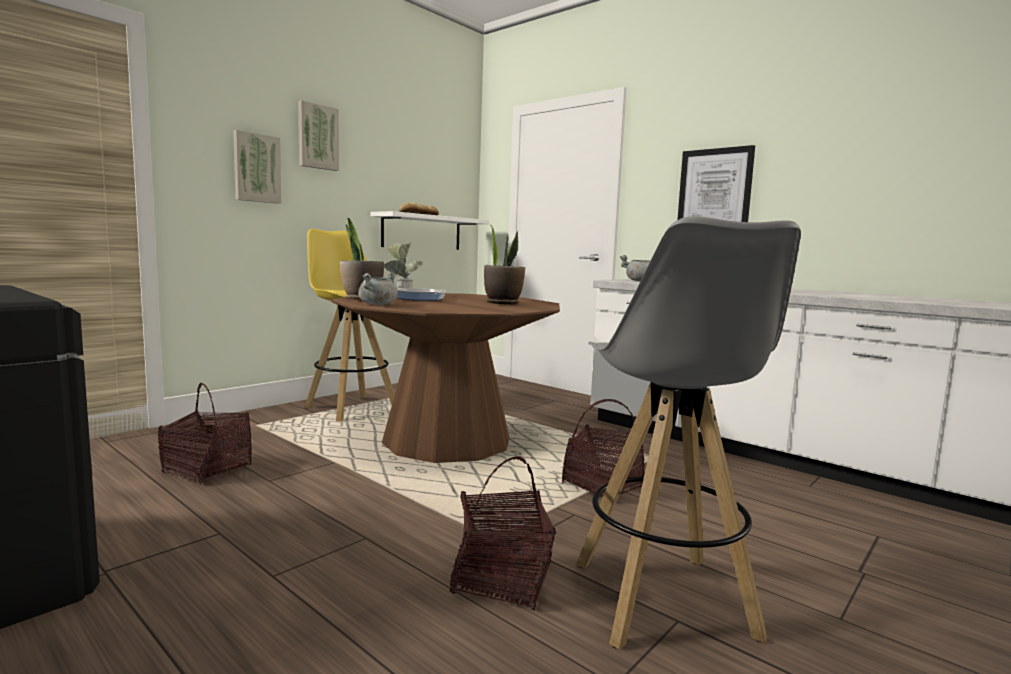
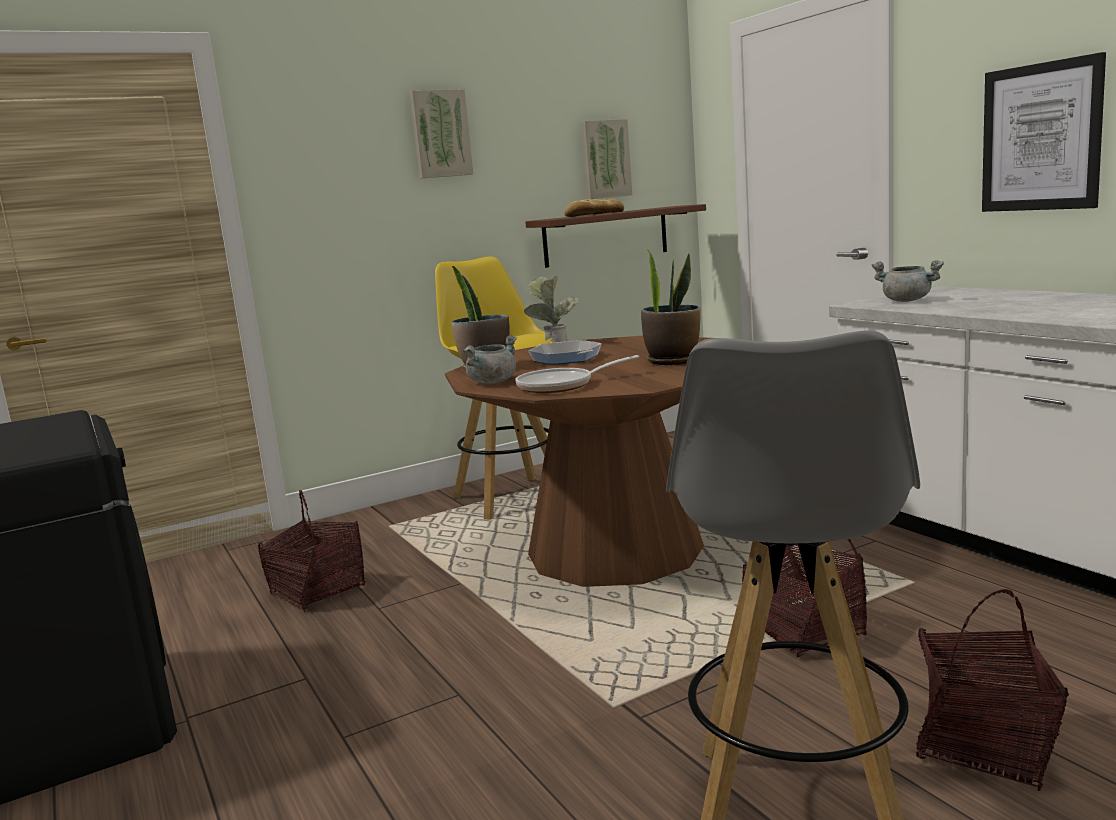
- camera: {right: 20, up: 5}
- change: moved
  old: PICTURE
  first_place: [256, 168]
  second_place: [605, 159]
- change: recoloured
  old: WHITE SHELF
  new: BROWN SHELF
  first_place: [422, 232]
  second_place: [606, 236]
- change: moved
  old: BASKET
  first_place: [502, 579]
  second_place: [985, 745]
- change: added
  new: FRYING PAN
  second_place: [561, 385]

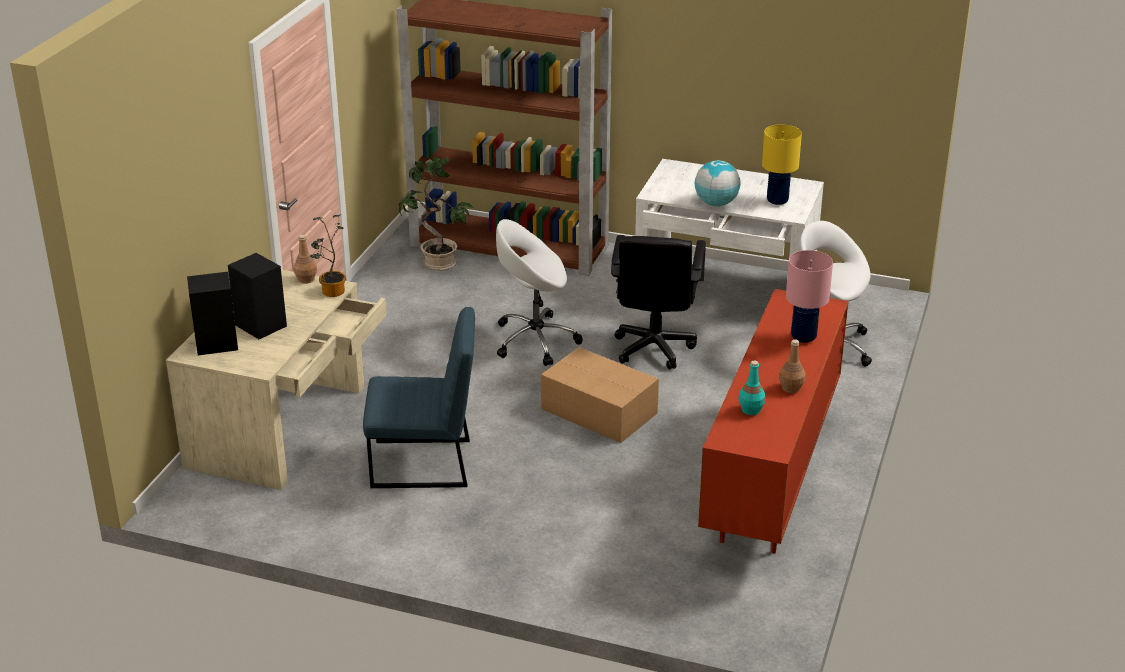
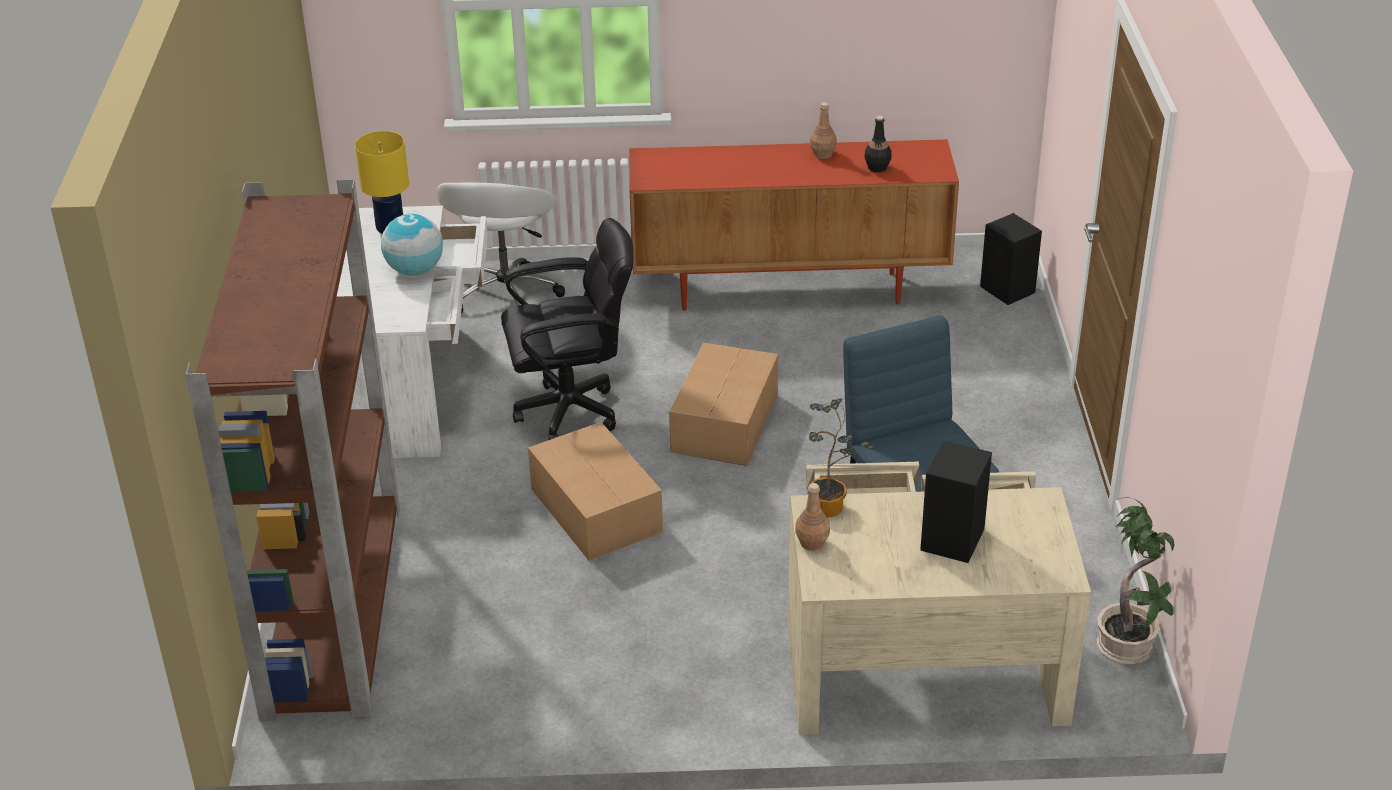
- camera: {right: -110, up: 5}
- change: moved
  old: BLACK SPEAKER
  first_place: [215, 343]
  second_place: [1008, 290]
- change: moved
  old: POTTED PLANT
  first_place: [438, 263]
  second_place: [1127, 646]
- change: replaced
  old: WHITE OFFICE CHAIR
  new: CARDBOARD BOX
  first_place: [533, 340]
  second_place: [596, 511]
- change: recoloured
  old: TURQUOISE BOTTLE
  new: BLACK BOTTLE
  first_place: [751, 410]
  second_place: [877, 168]
- change: removed
  old: PINK TABLE LAMP
  first_place: [803, 338]

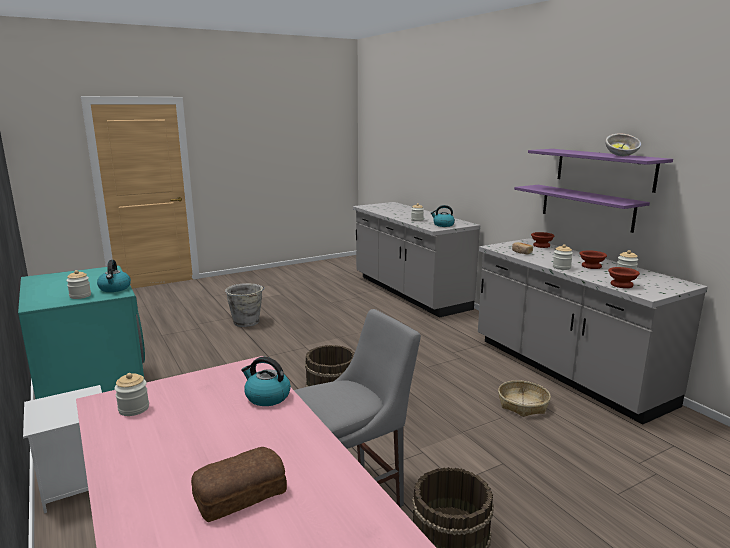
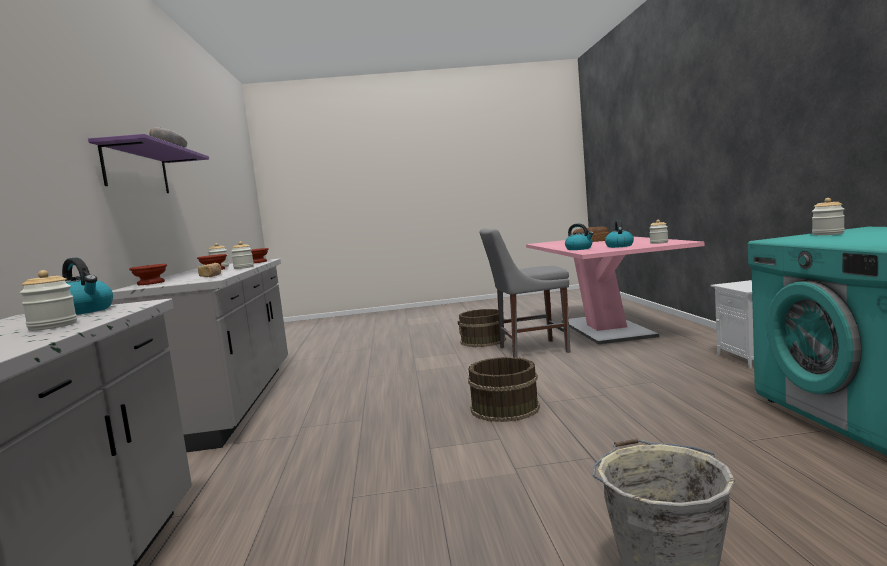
- camera: {right: -155, up: -10}
- change: moved
  old: KETTLE
  first_place: [115, 288]
  second_place: [619, 246]
- change: removed
  old: BASKET
  first_place: [522, 405]
- change: removed
  old: PURPLE SHELF
  first_place: [586, 207]

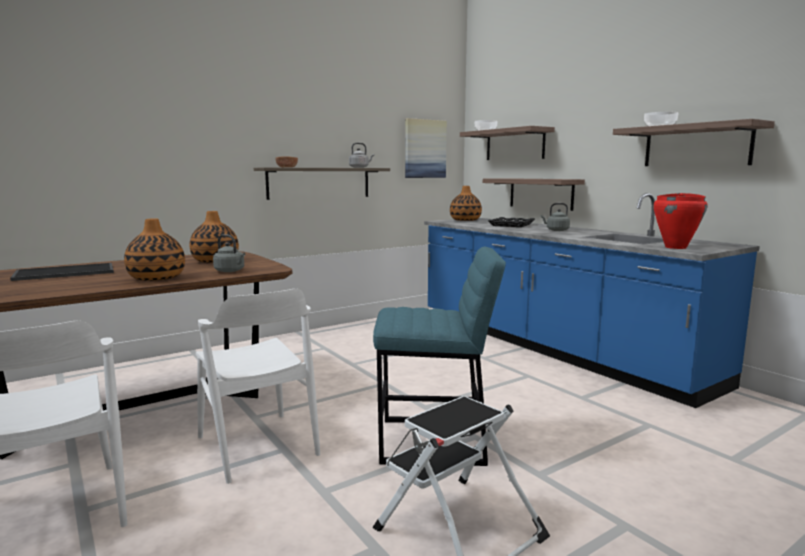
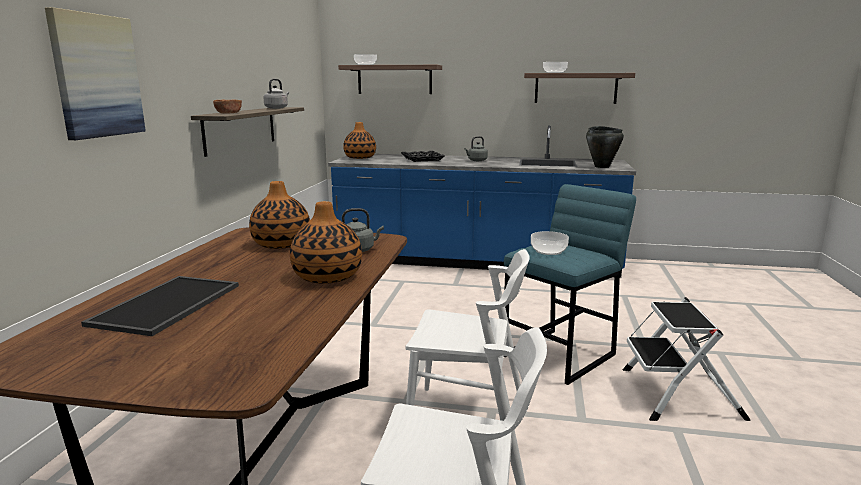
- camera: {right: -45, up: 5}
- change: moved
  old: PICTURE
  first_place: [425, 149]
  second_place: [97, 76]
- change: removed
  old: SHELF
  first_place: [541, 193]
- change: recoloured
  old: RED COOKING POT
  new: BLACK COOKING POT
  first_place: [676, 247]
  second_place: [602, 167]
- change: added
  new: BOWL
  second_place: [549, 251]

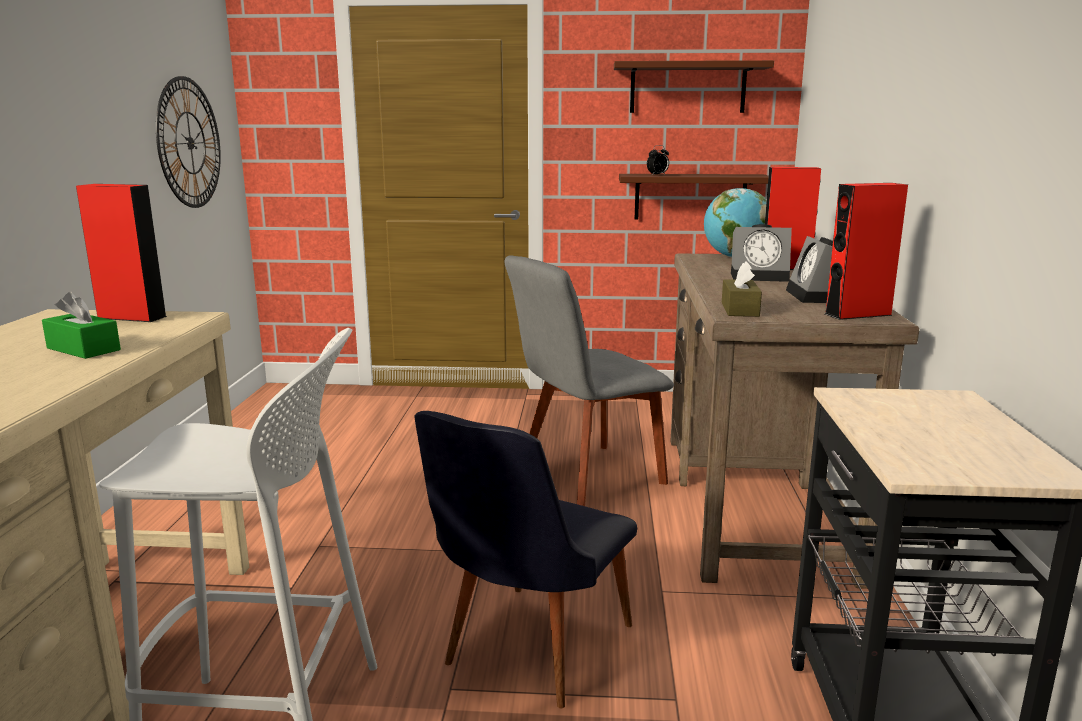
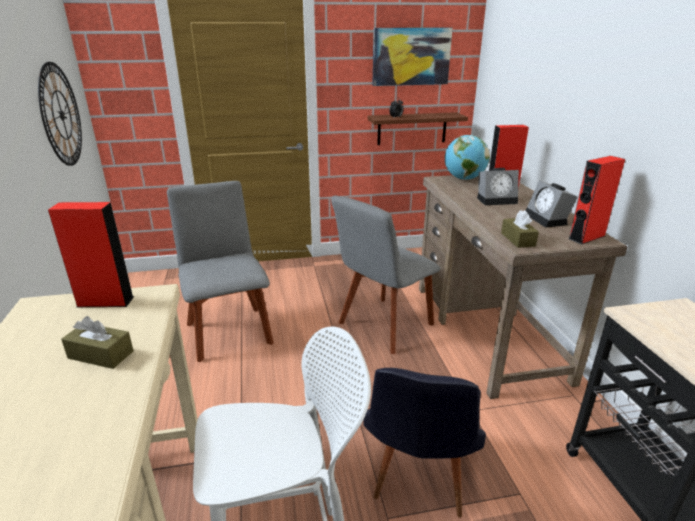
- camera: {right: -15, up: 10}
- change: recoloured
  old: GREEN TISSUE BOX
  new: BROWN TISSUE BOX
  first_place: [83, 349]
  second_place: [101, 355]
- change: replaced
  old: BROWN SHELF
  new: PICTURE
  first_place: [687, 88]
  second_place: [411, 56]
- change: added
  new: GREY CHAIR
  second_place: [228, 330]

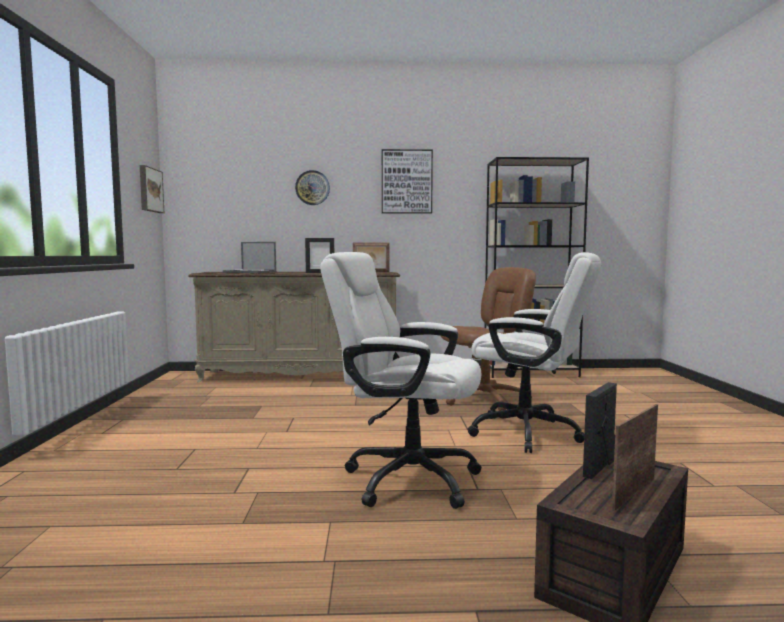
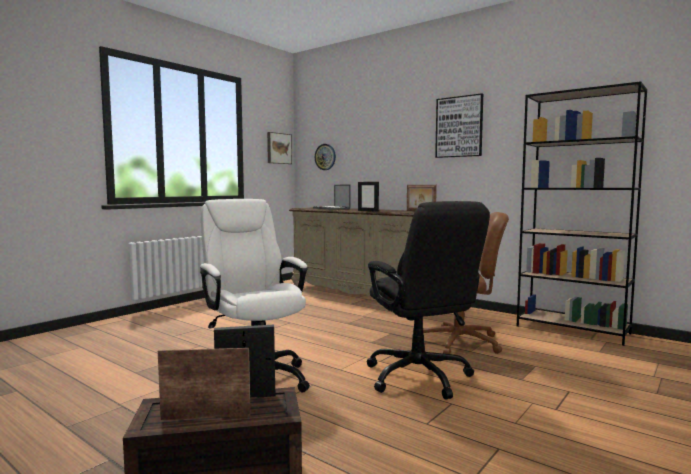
- camera: {right: 40, up: 0}
- change: moved
  old: WALL CLOCK
  first_place: [312, 187]
  second_place: [325, 157]
- change: recoloured
  old: WHITE OFFICE CHAIR
  new: BLACK OFFICE CHAIR
  first_place: [531, 434]
  second_place: [421, 379]

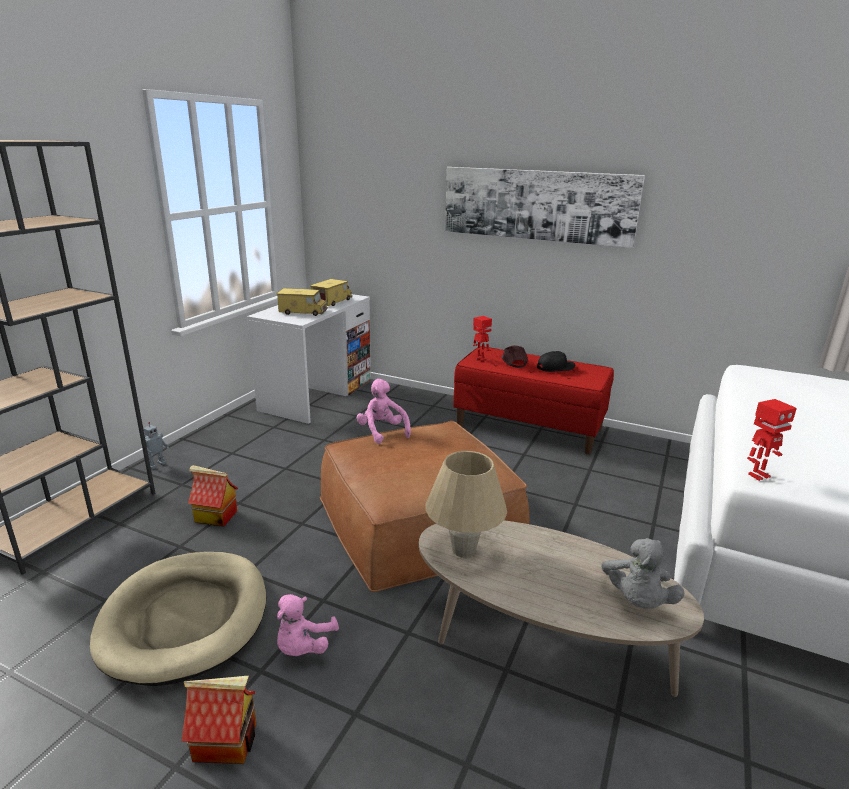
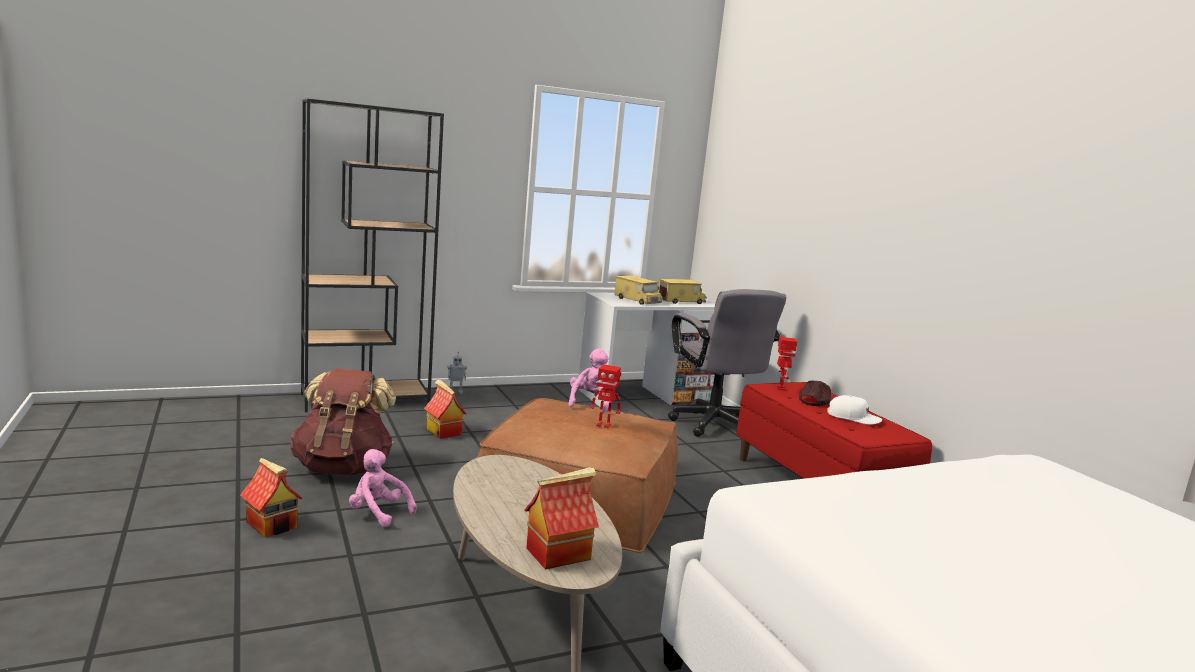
- camera: {right: 40, up: -10}
- change: replaced
  old: BEIGE DOG BED
  new: BROWN BACKPACK
  first_place: [185, 618]
  second_place: [343, 468]
- change: turned
  old: PINK PLUSH TOY
  first_place: [303, 647]
  second_place: [378, 513]
  degrees: 60
- change: removed
  old: BEIGE TABLE LAMP
  first_place: [463, 550]
- change: removed
  old: PICTURE
  first_place: [537, 205]
- change: recoloured
  old: BLACK CAP
  new: WHITE CAP
  first_place: [555, 367]
  second_place: [853, 418]
- change: replaced
  old: GREY PLUSH TOY
  new: TOY HOUSE
  first_place: [637, 600]
  second_place: [558, 553]
- change: moved
  old: TOY ROBOT
  first_place: [758, 475]
  second_place: [603, 425]
- change: added
  new: GREY OFFICE CHAIR
  second_place: [714, 427]

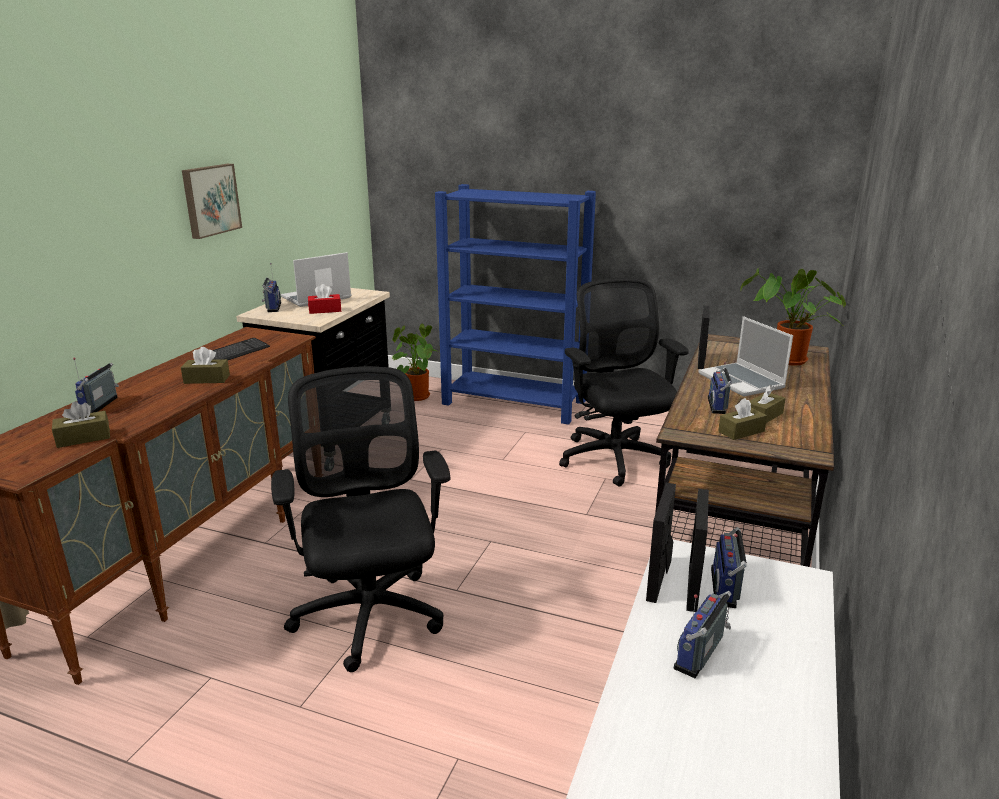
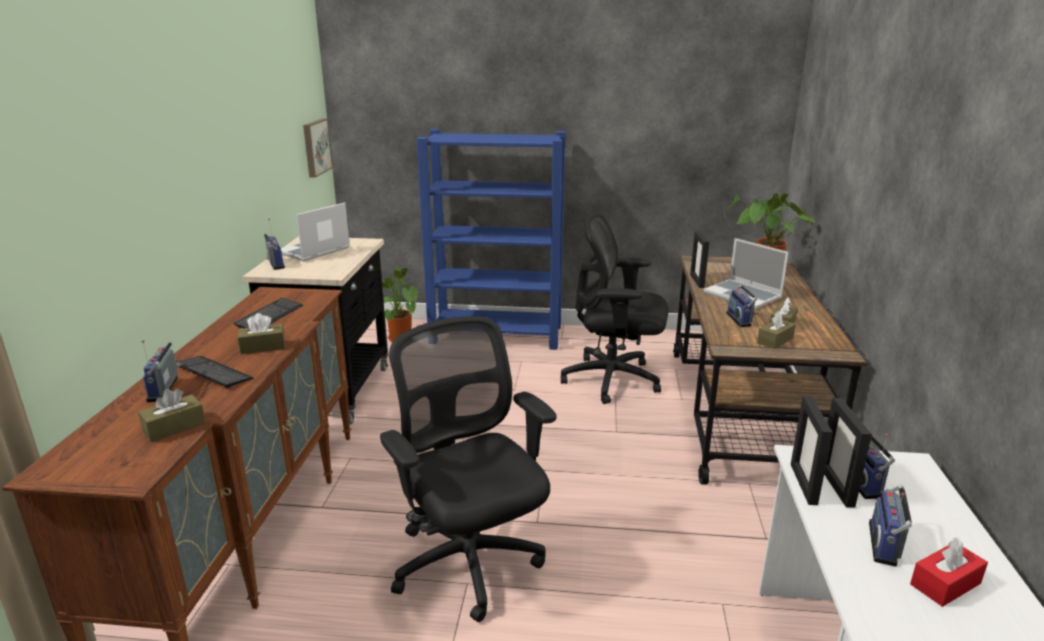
- camera: {right: -15, up: 0}
- change: moved
  old: PICTURE
  first_place: [210, 200]
  second_place: [316, 147]
- change: moved
  old: RED TISSUE BOX
  first_place: [325, 310]
  second_place: [945, 584]
- change: turned
  old: BLACK OFFICE CHAIR
  first_place: [617, 461]
  second_place: [617, 379]
  degrees: -45
- change: added
  new: KEYBOARD
  second_place: [213, 373]

